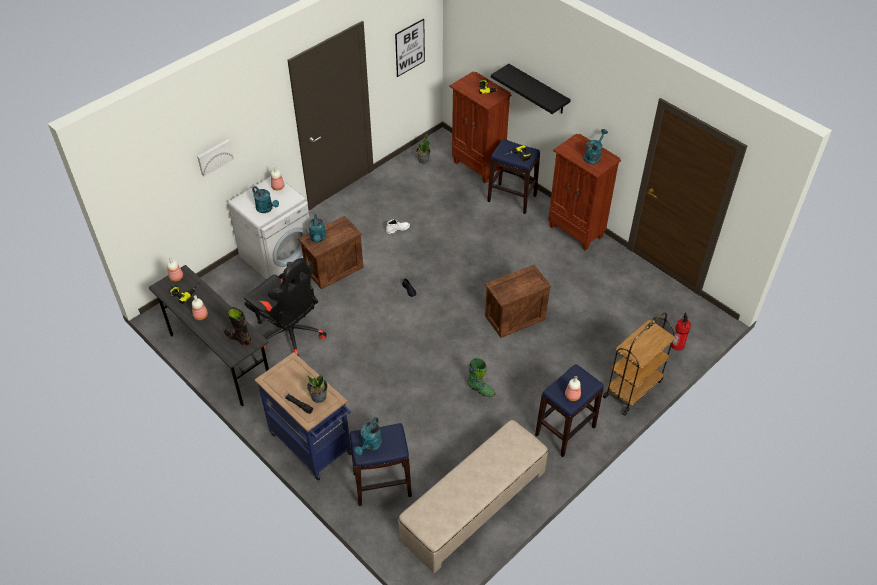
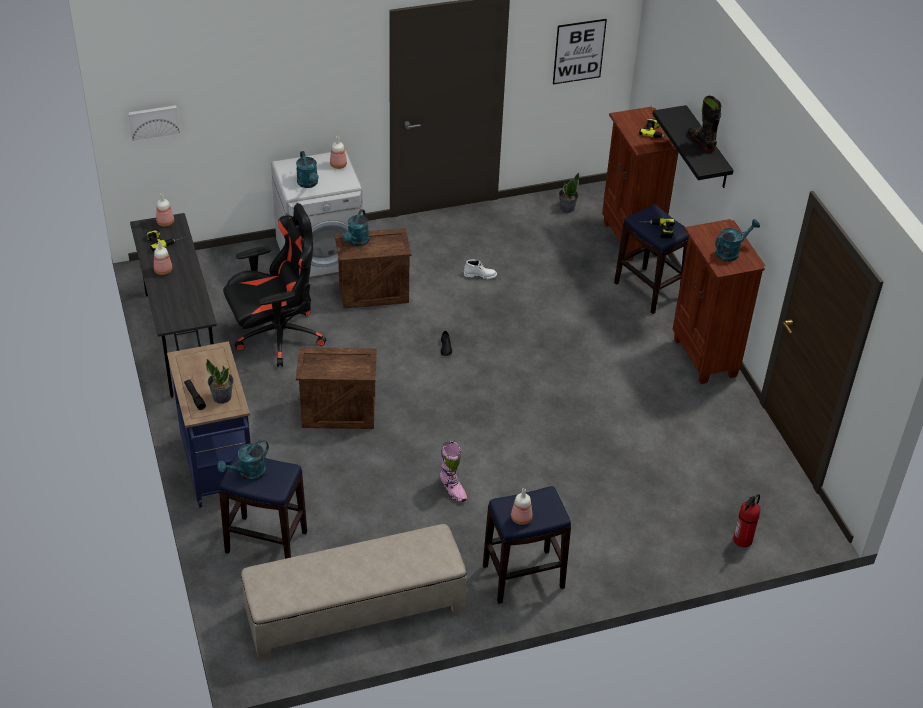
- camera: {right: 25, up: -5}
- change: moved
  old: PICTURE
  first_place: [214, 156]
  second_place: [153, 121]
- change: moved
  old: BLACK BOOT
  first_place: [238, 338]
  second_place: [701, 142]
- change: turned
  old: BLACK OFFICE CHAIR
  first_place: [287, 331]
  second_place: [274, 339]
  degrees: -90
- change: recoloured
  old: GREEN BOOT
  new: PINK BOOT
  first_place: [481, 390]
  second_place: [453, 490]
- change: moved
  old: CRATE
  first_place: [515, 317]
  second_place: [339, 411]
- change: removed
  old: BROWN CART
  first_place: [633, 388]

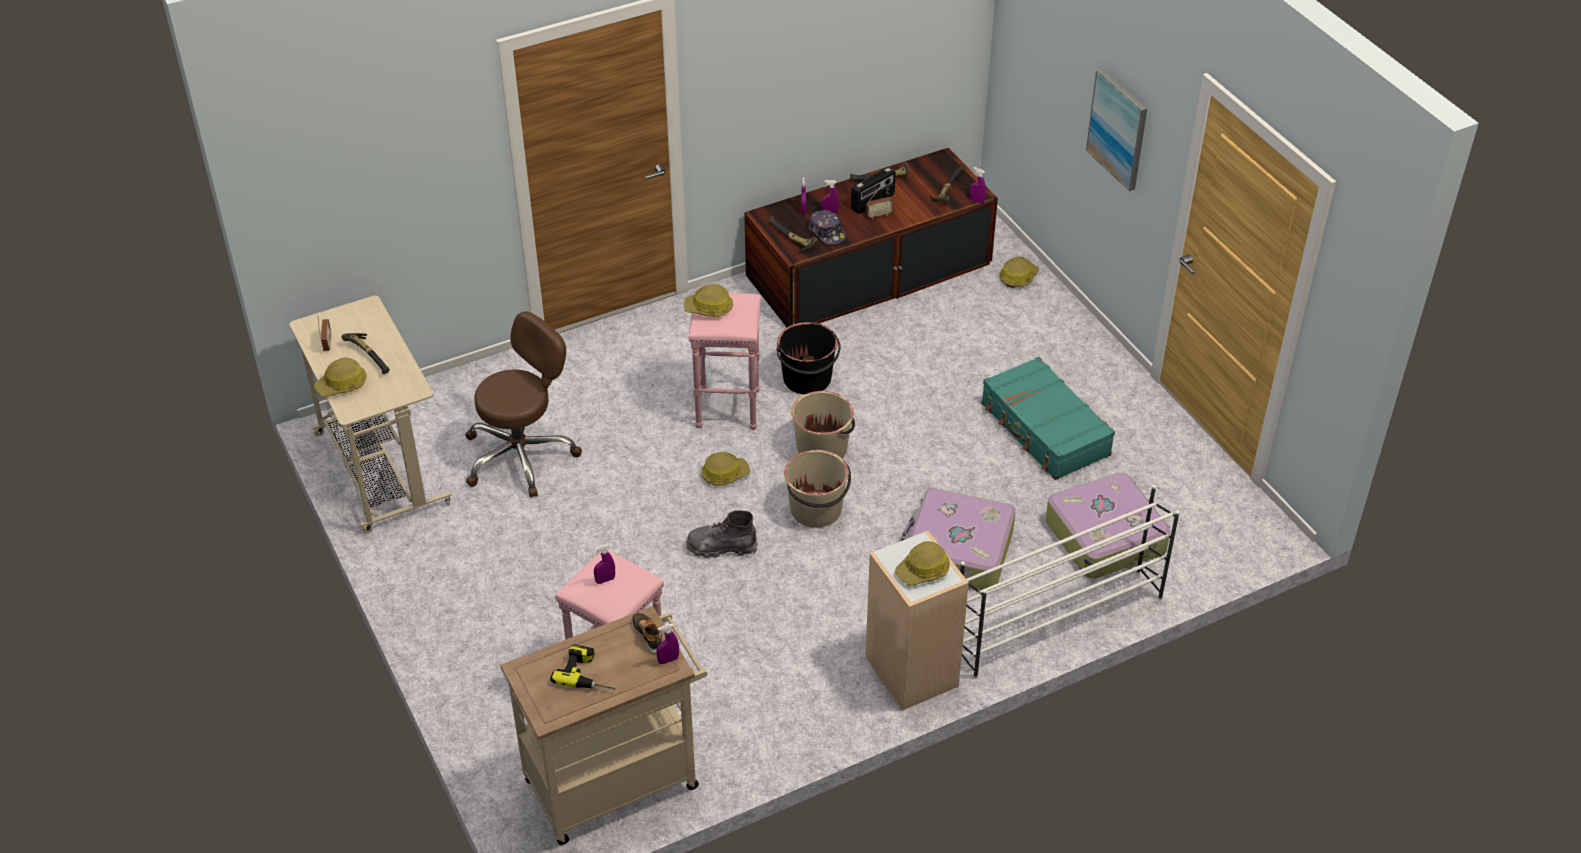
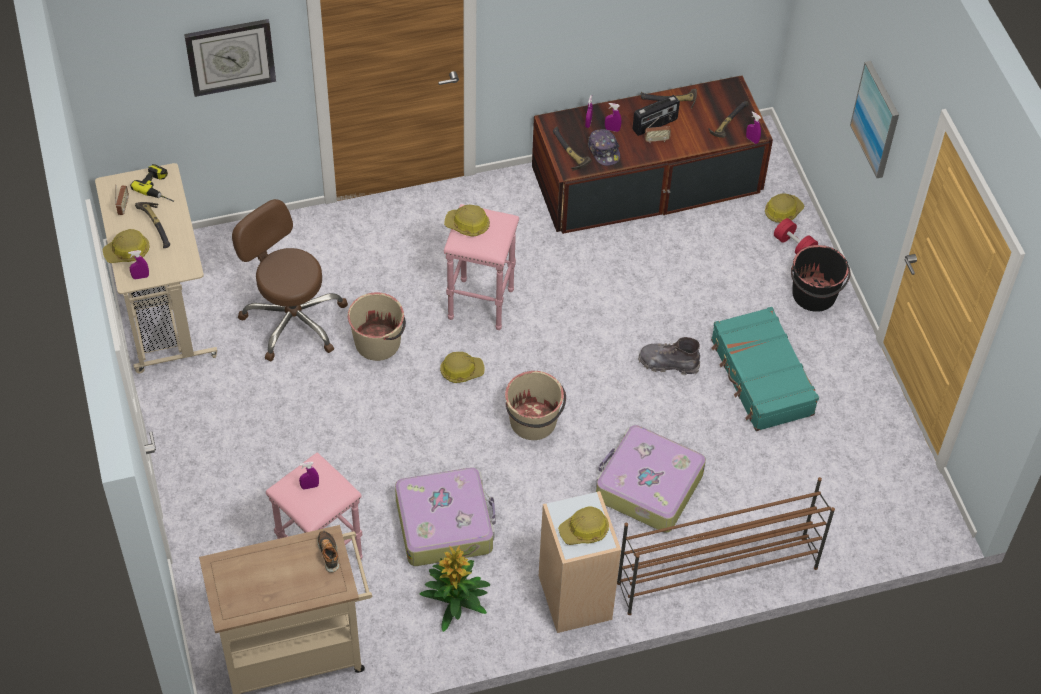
- camera: {right: 10, up: 10}
- change: turned
  old: BROWN OFFICE CHAIR
  first_place: [524, 453]
  second_place: [290, 317]
  degrees: -105
- change: moved
  old: POWER DRILL
  first_place: [589, 673]
  second_place: [160, 187]
- change: moved
  old: PURPLE SPRAY BOTTLE
  first_place: [668, 660]
  second_place: [140, 277]
- change: moved
  old: GREY BOOT
  first_place: [721, 547]
  second_place: [668, 363]
- change: moved
  old: BLACK BUCKET
  first_place: [807, 379]
  second_place: [814, 295]
- change: moved
  old: BEIGE BUCKET
  first_place: [822, 449]
  second_place: [378, 342]
- change: recoloured
  old: WHITE SHOE RACK
  new: BROWN SHOE RACK
  first_place: [1057, 623]
  second_place: [716, 575]
- change: moved
  old: SUITCASE
  first_place: [1106, 536]
  second_place: [445, 524]
- change: added
  new: WALL CLOCK
  second_place: [230, 56]
- change: added
  new: POTTED PLANT
  second_place: [455, 600]
- change: added
  new: RED DUMBBELL
  second_place: [794, 246]

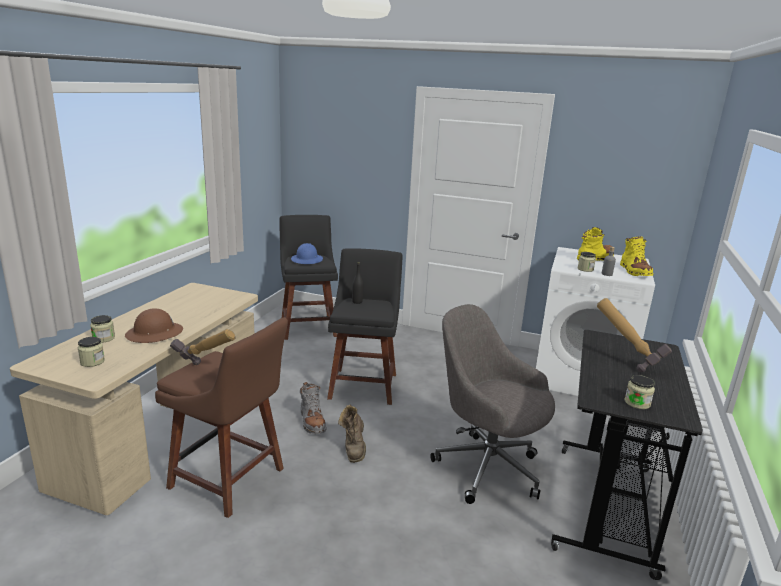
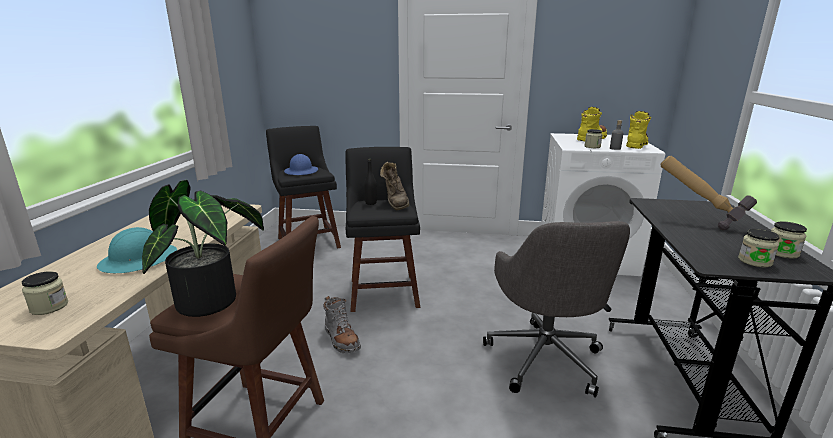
- camera: {right: -10, up: 0}
- change: moved
  old: JAR
  first_place: [103, 338]
  second_place: [782, 253]
- change: recoloured
  old: BROWN HARD HAT
  new: TURQUOISE HARD HAT
  first_place: [154, 334]
  second_place: [139, 260]
- change: replaced
  old: HAMMER
  new: POTTED PLANT
  first_place: [204, 373]
  second_place: [214, 301]
- change: moved
  old: BROWN BOOT
  first_place: [353, 448]
  second_place: [395, 203]
- change: turned
  old: GREY OFFICE CHAIR
  first_place: [486, 468]
  second_place: [545, 360]
  degrees: -120
- change: turned
  old: YELLOW BOOT
  first_place: [634, 271]
  second_place: [636, 144]
  degrees: -135

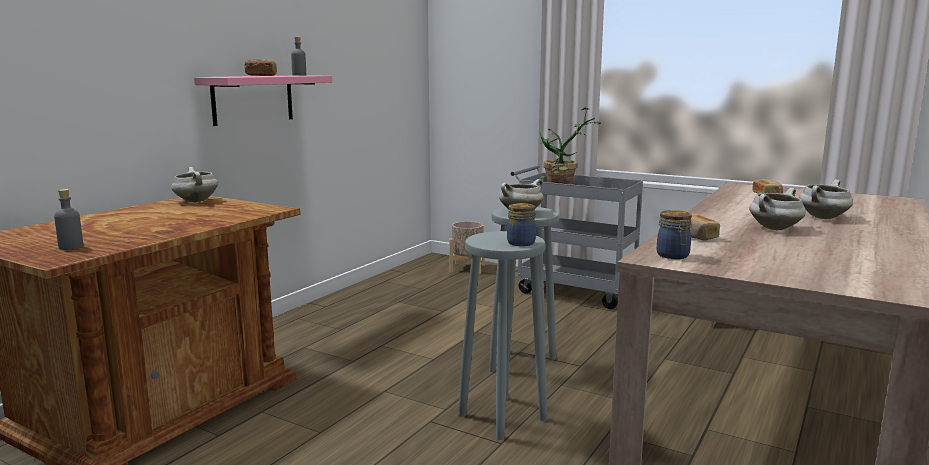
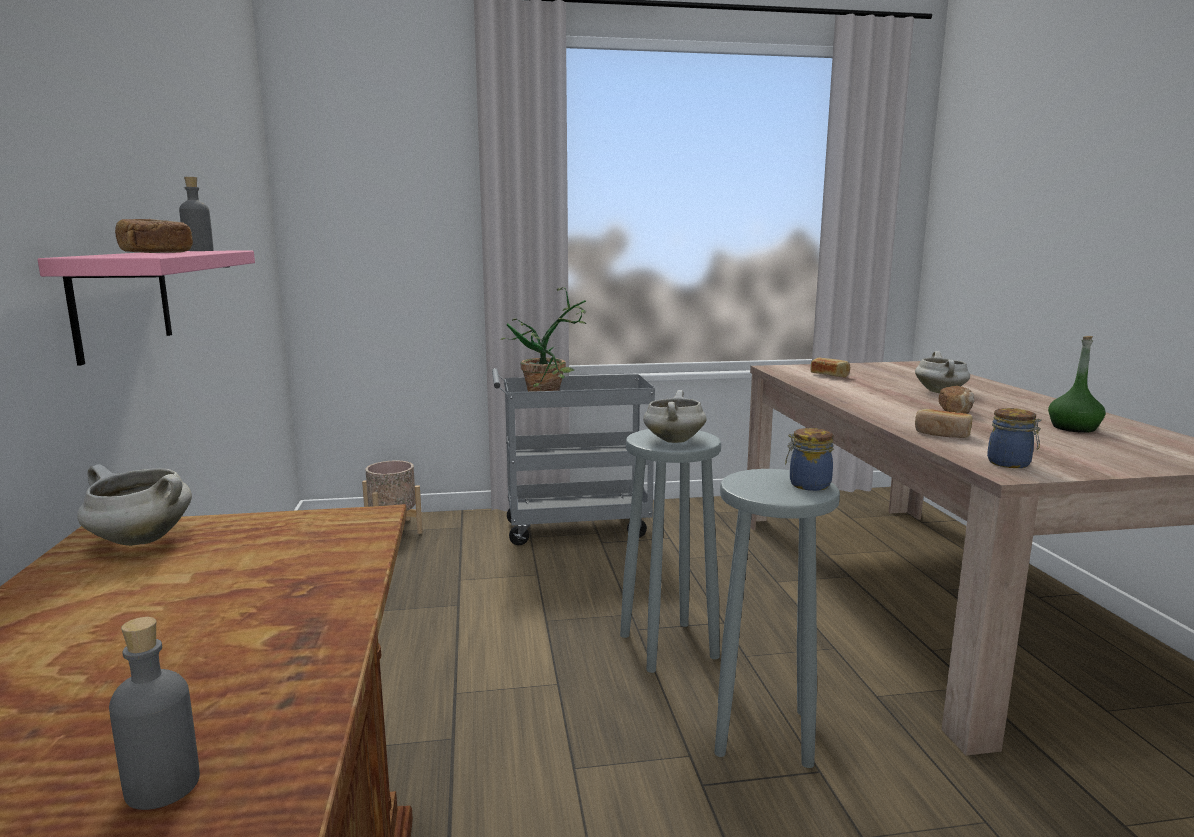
- camera: {right: -40, up: 0}
- change: replaced
  old: WHITE COOKING POT
  new: BREAD
  first_place: [775, 228]
  second_place: [956, 411]
- change: added
  new: GREEN BOTTLE
  second_place: [1073, 428]

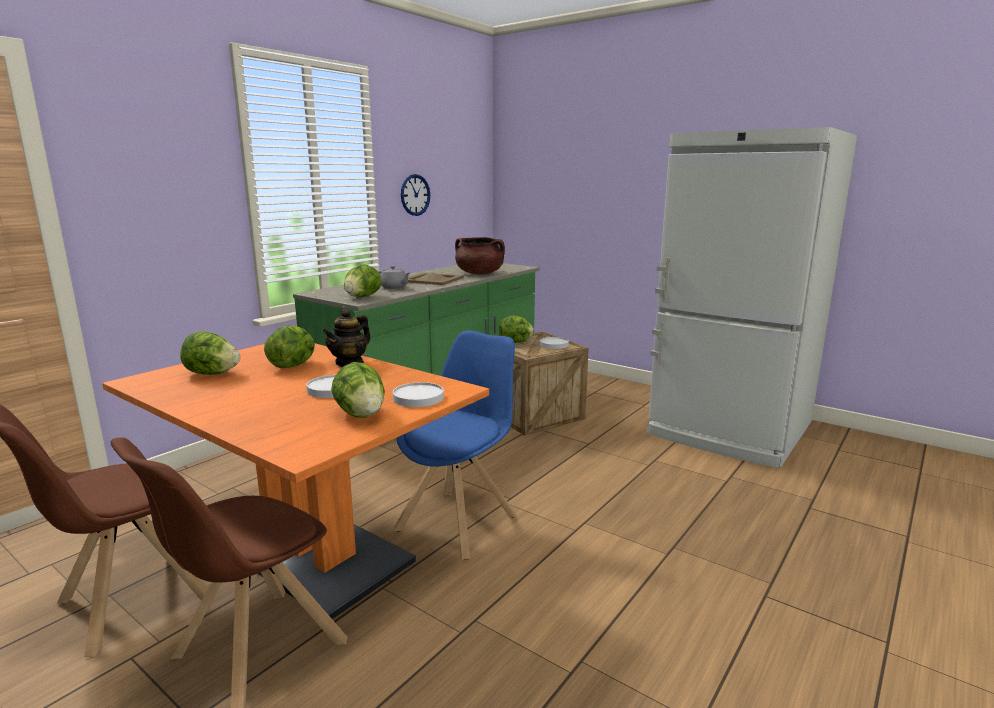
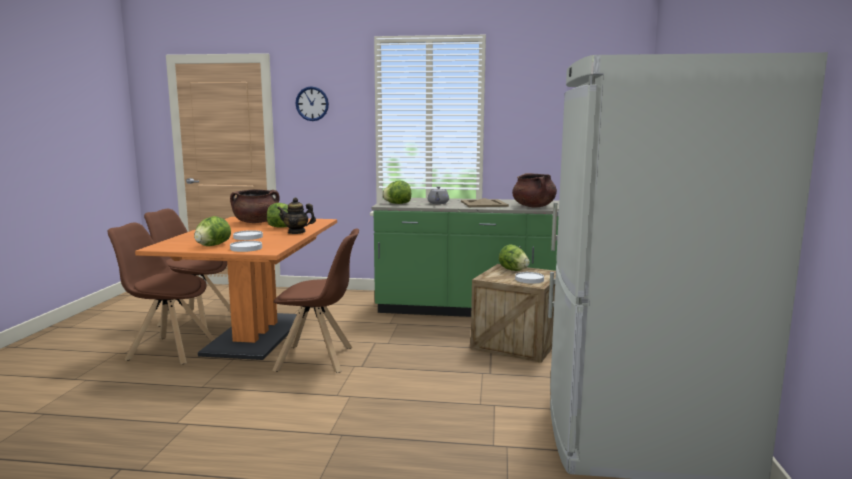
- camera: {right: 60, up: -5}
- change: replaced
  old: LETTUCE
  new: BROWN COOKING POT
  first_place: [212, 374]
  second_place: [256, 222]
- change: recoloured
  old: BLUE CHAIR
  new: BROWN CHAIR
  first_place: [459, 519]
  second_place: [319, 359]
- change: moved
  old: WALL CLOCK
  first_place: [415, 195]
  second_place: [312, 103]

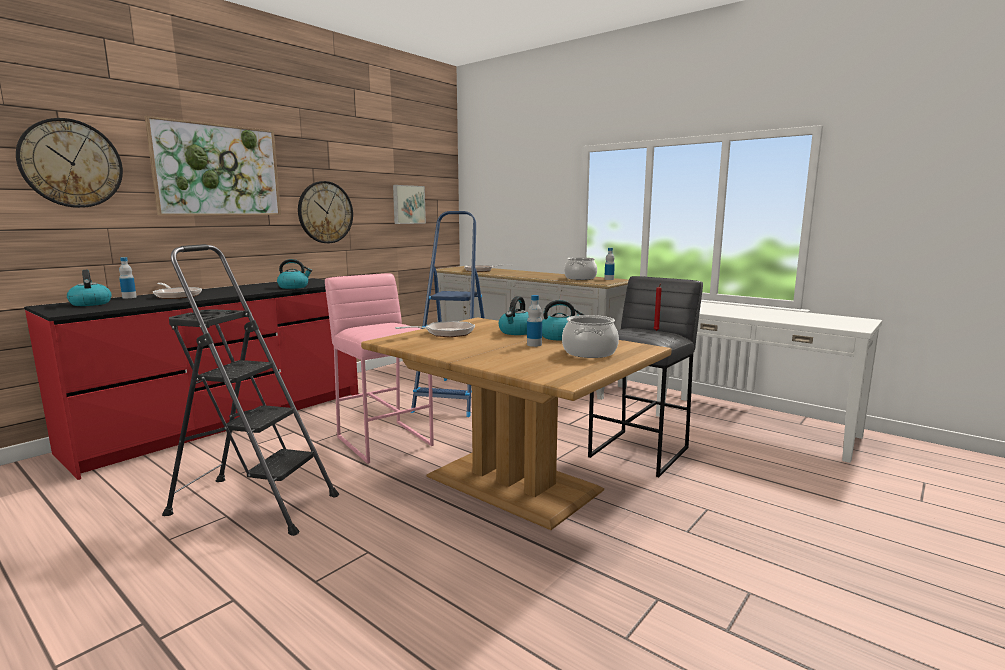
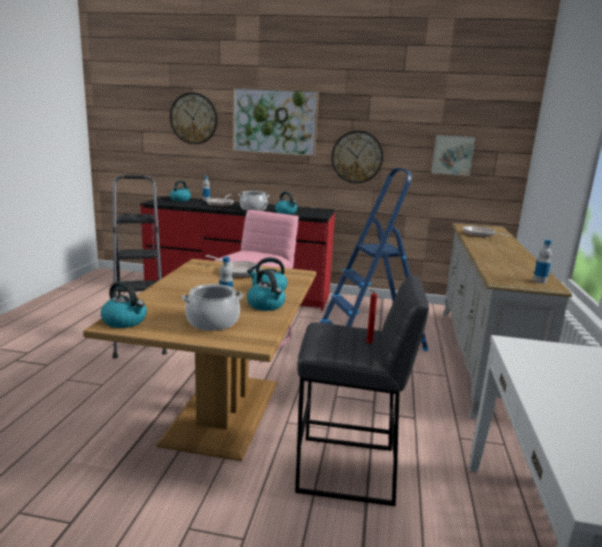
- camera: {right: 60, up: 5}
- change: moved
  old: COOKING POT
  first_place: [580, 278]
  second_place: [253, 209]
- change: added
  new: KETTLE
  second_place: [125, 321]

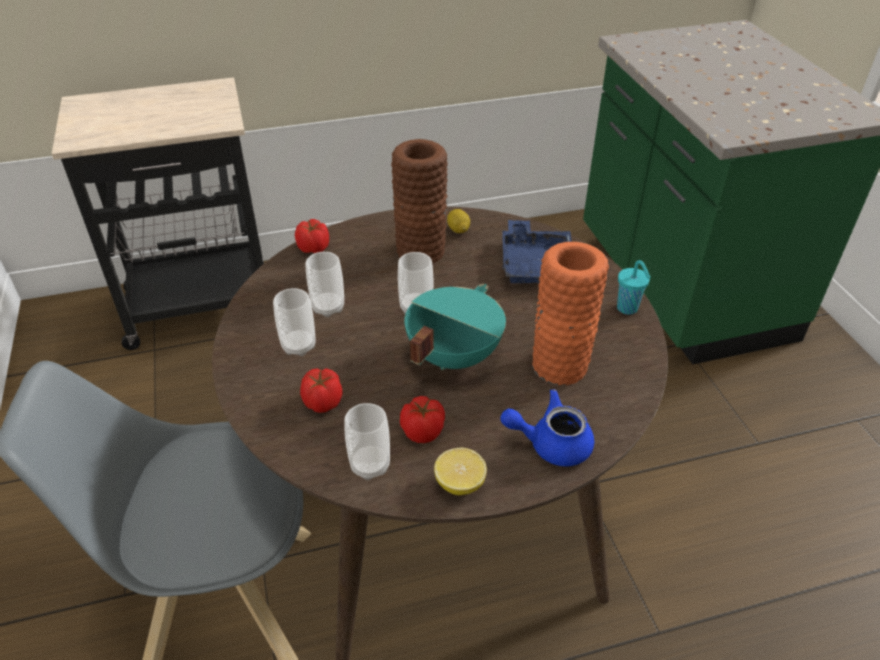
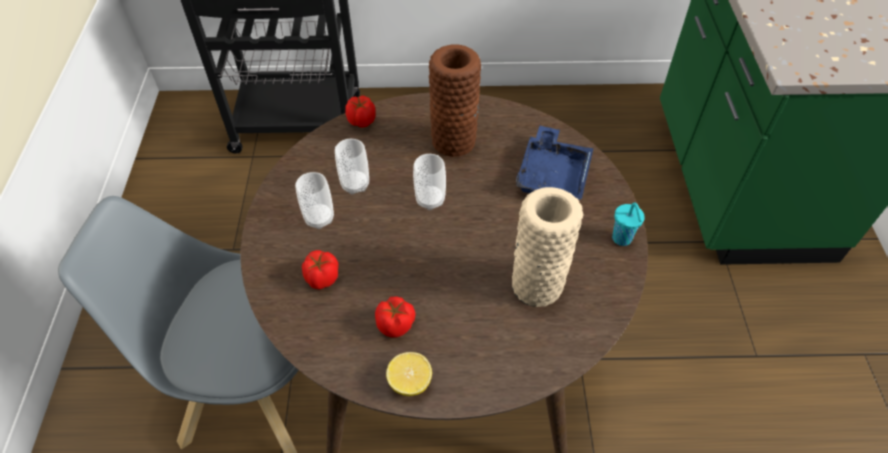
- camera: {right: 15, up: 10}
- change: removed
  old: CUP
  first_place: [370, 465]
- change: removed
  old: TURQUOISE COOKING POT
  first_place: [452, 355]
- change: removed
  old: LEMON
  first_place: [458, 229]
- change: removed
  old: BLUE TEAPOT
  first_place: [550, 443]
- change: recoloured
  old: ORANGE VASE
  new: BEIGE VASE
  first_place: [560, 364]
  second_place: [537, 284]

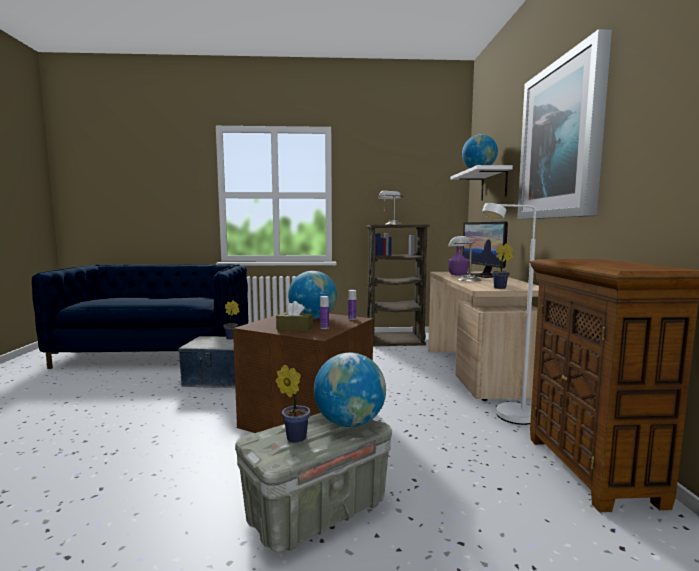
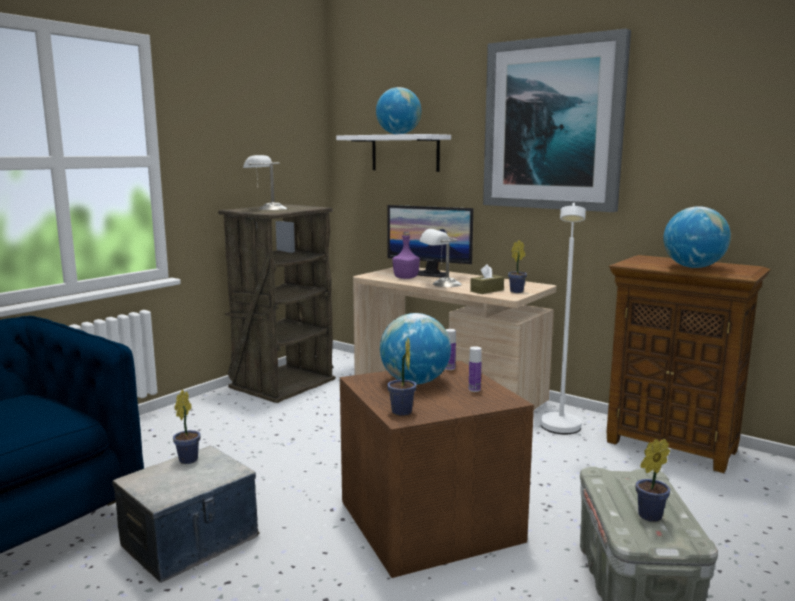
- camera: {right: -50, up: 5}
- change: moved
  old: BROWN TISSUE BOX
  first_place: [294, 328]
  second_place: [487, 290]
- change: moved
  old: GLOBE
  first_place: [349, 423]
  second_place: [693, 267]
- change: added
  new: POTTED PLANT
  second_place: [402, 413]

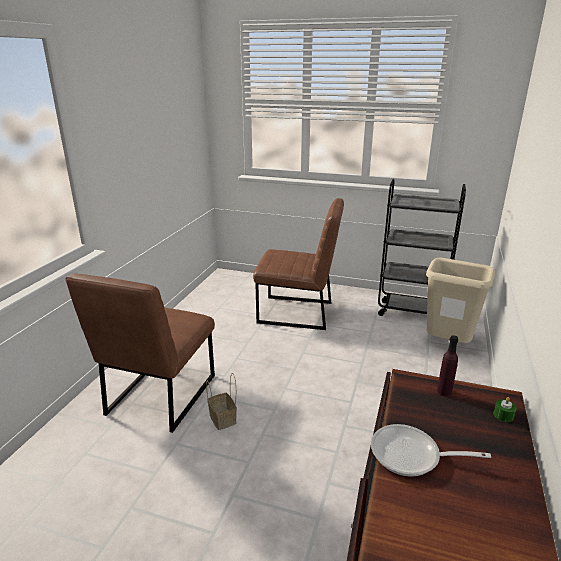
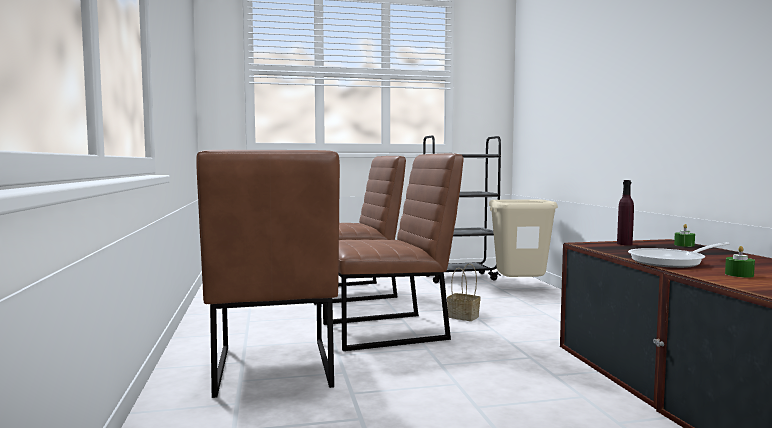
- camera: {right: -30, up: -20}
- change: moved
  old: BASKET
  first_place: [223, 419]
  second_place: [464, 317]
- change: added
  new: BROWN CHAIR
  second_place: [388, 331]
- change: added
  new: GREEN CANDLE
  second_place: [739, 274]

